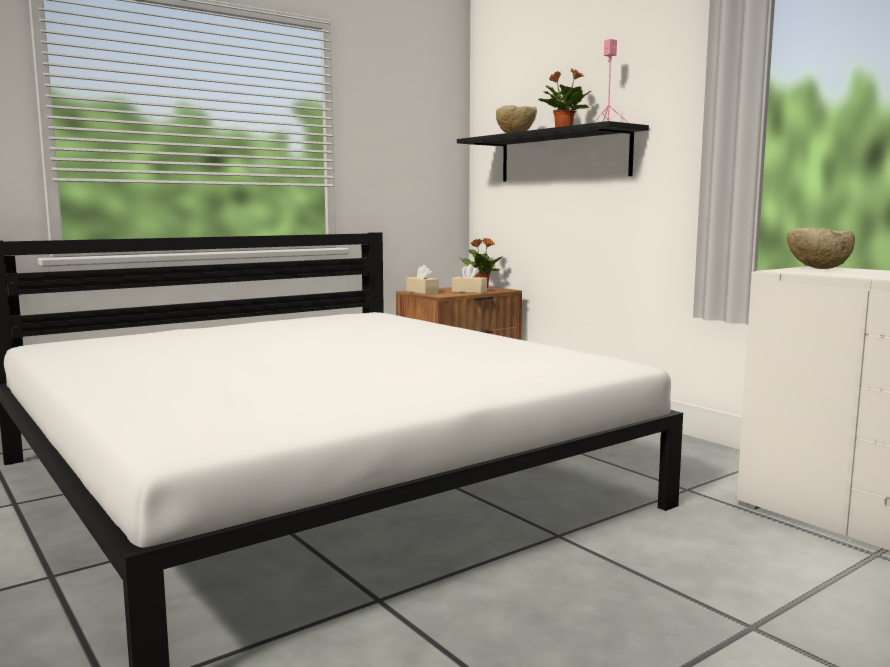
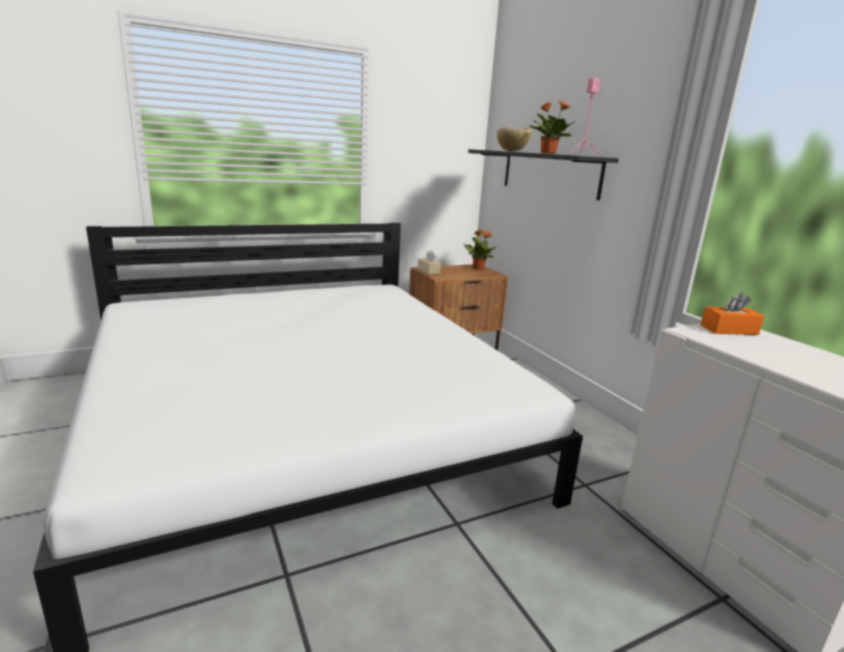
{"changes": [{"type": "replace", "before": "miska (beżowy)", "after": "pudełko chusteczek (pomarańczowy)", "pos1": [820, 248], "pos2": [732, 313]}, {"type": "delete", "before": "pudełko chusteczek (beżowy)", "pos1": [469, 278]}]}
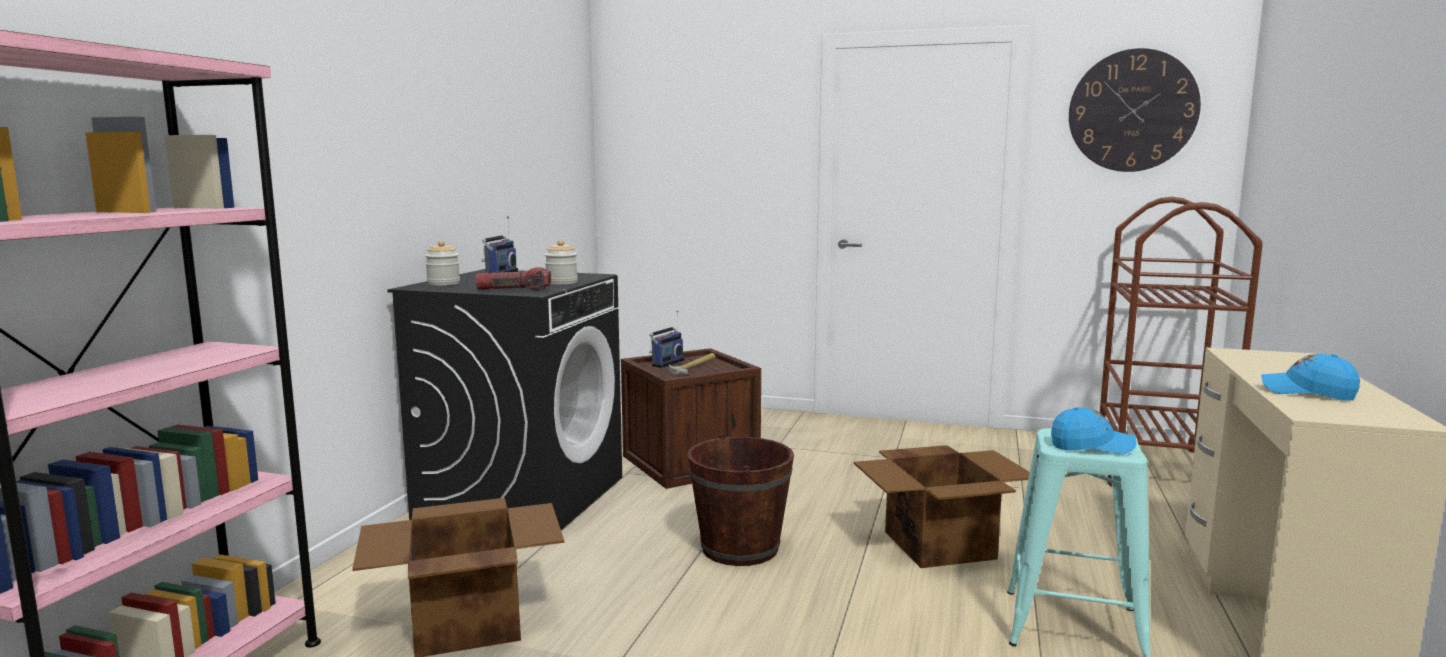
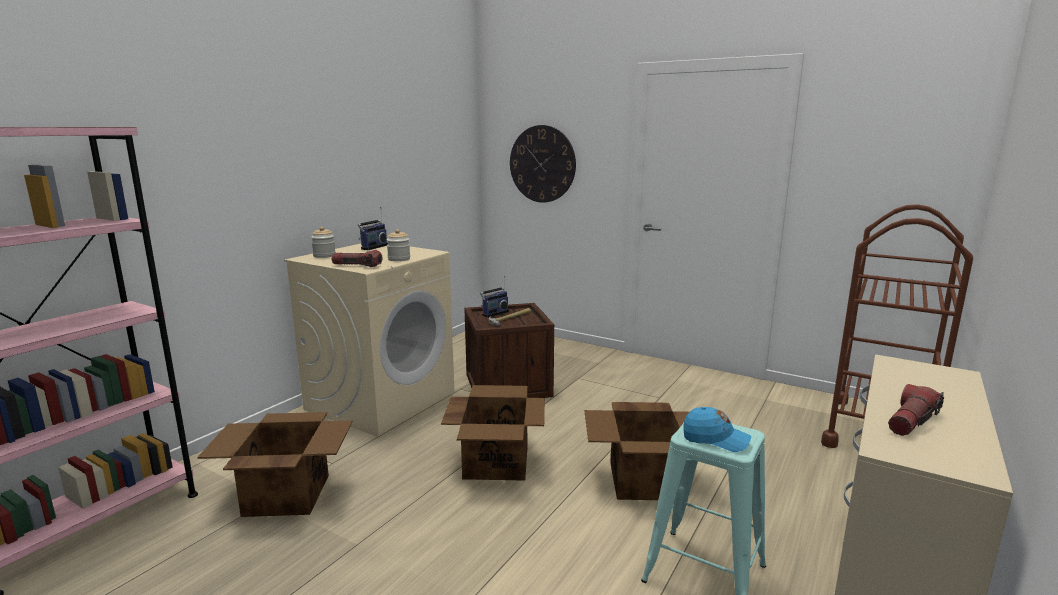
{"changes": [{"type": "move", "before": "zegar ścienny", "pos1": [1135, 110], "pos2": [543, 164]}, {"type": "recolor", "before": "pralka (czarny)", "after": "pralka (beżowy)", "pos1": [504, 399], "pos2": [369, 340]}, {"type": "replace", "before": "czapka z daszkiem (niebieski)", "after": "latarka", "pos1": [1310, 377], "pos2": [916, 410]}, {"type": "replace", "before": "wiadro (brązowy)", "after": "karton", "pos1": [741, 499], "pos2": [493, 433]}]}
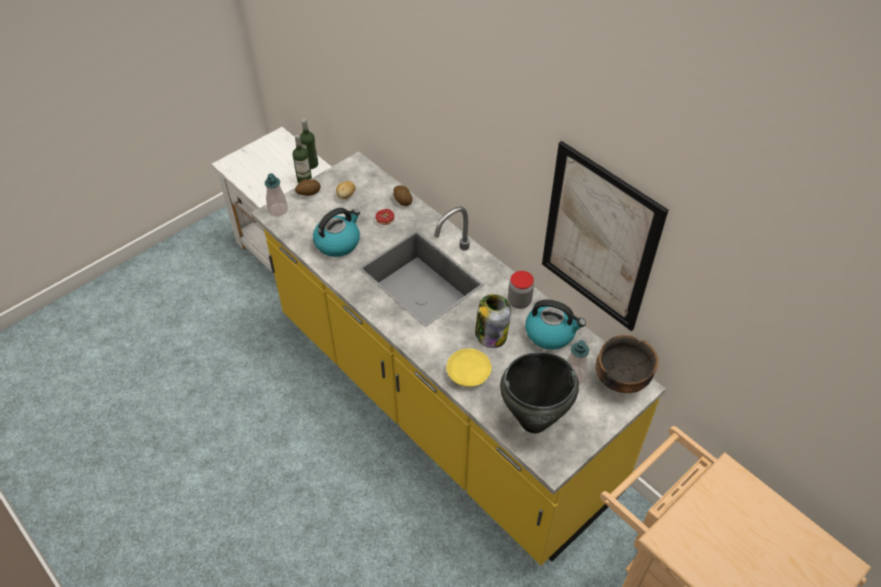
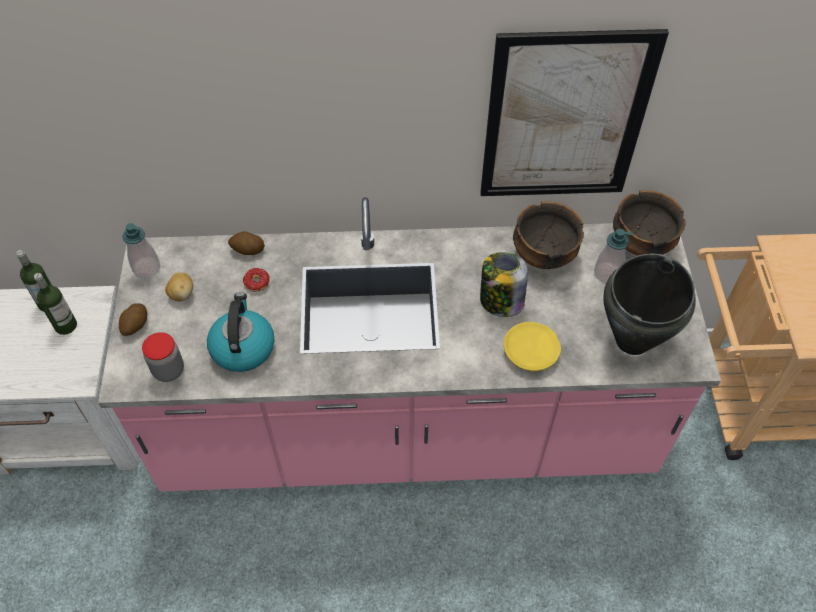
{"changes": [{"type": "recolor", "before": "zabudowa kuchenna (żółty)", "after": "zabudowa kuchenna (różowy)", "pos1": [458, 358], "pos2": [409, 344]}, {"type": "move", "before": "dozownik mydła", "pos1": [276, 195], "pos2": [141, 250]}, {"type": "move", "before": "słoik", "pos1": [521, 290], "pos2": [163, 357]}, {"type": "replace", "before": "czajnik", "after": "miska", "pos1": [555, 324], "pos2": [548, 235]}]}
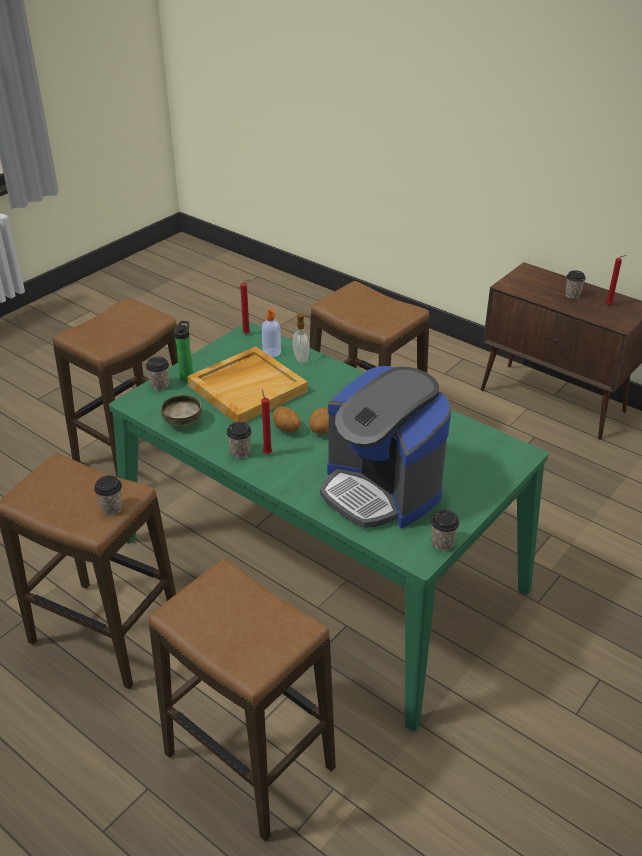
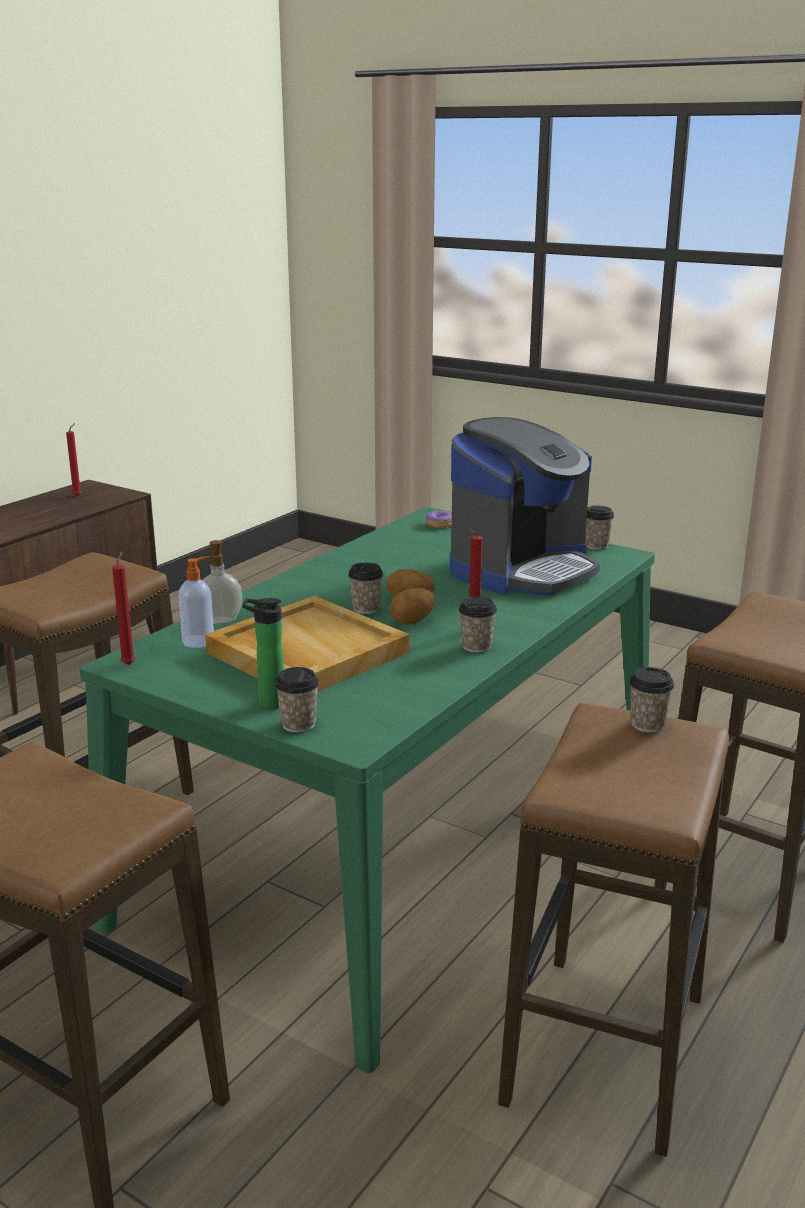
{"changes": [{"type": "move", "before": "filiżanka", "pos1": [575, 284], "pos2": [366, 588]}, {"type": "delete", "before": "miska", "pos1": [181, 410]}, {"type": "insert", "after": "donut", "pos2": [439, 519]}]}
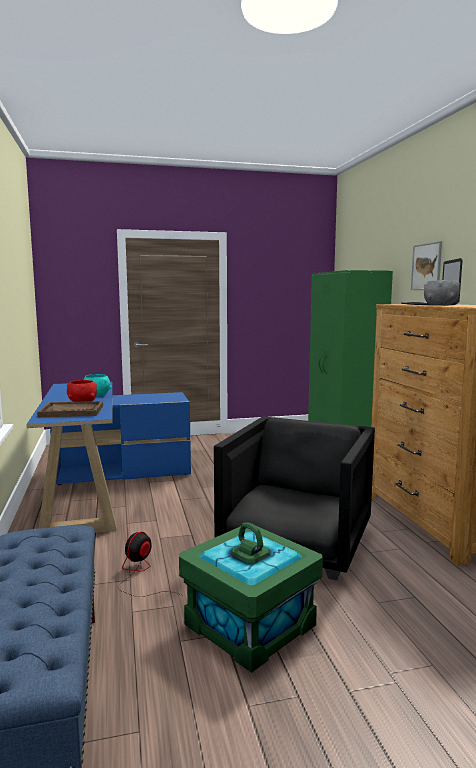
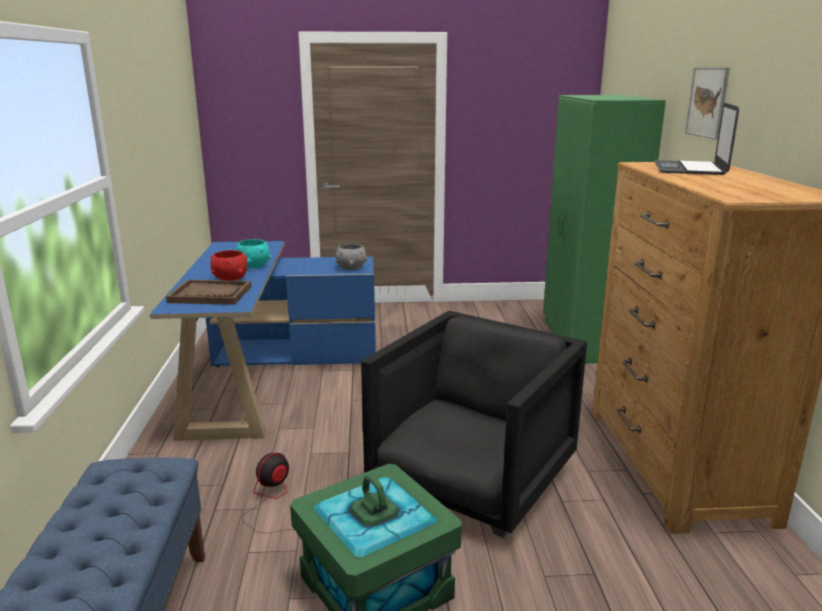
{"changes": [{"type": "move", "before": "miska (szary)", "pos1": [442, 293], "pos2": [351, 257]}]}
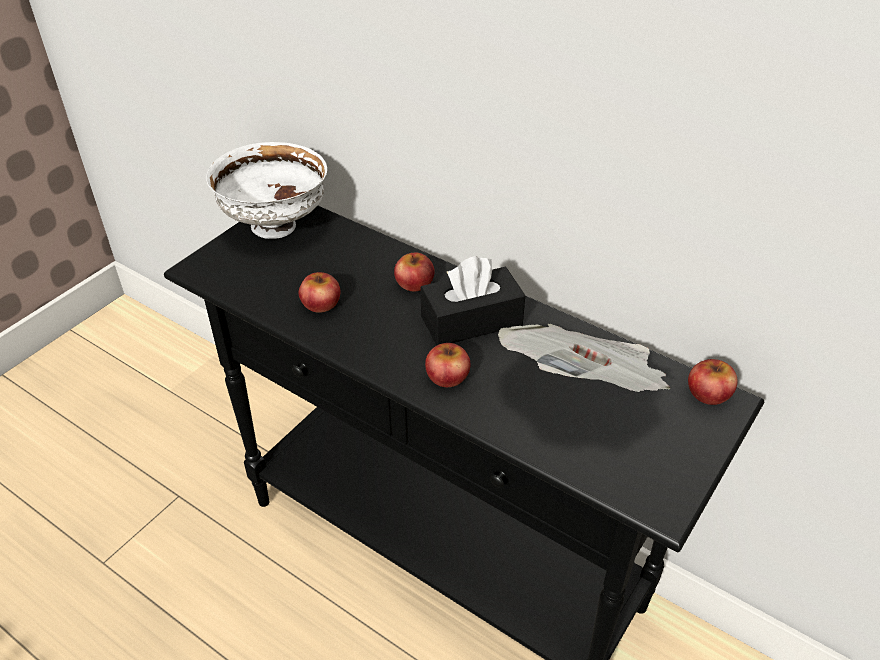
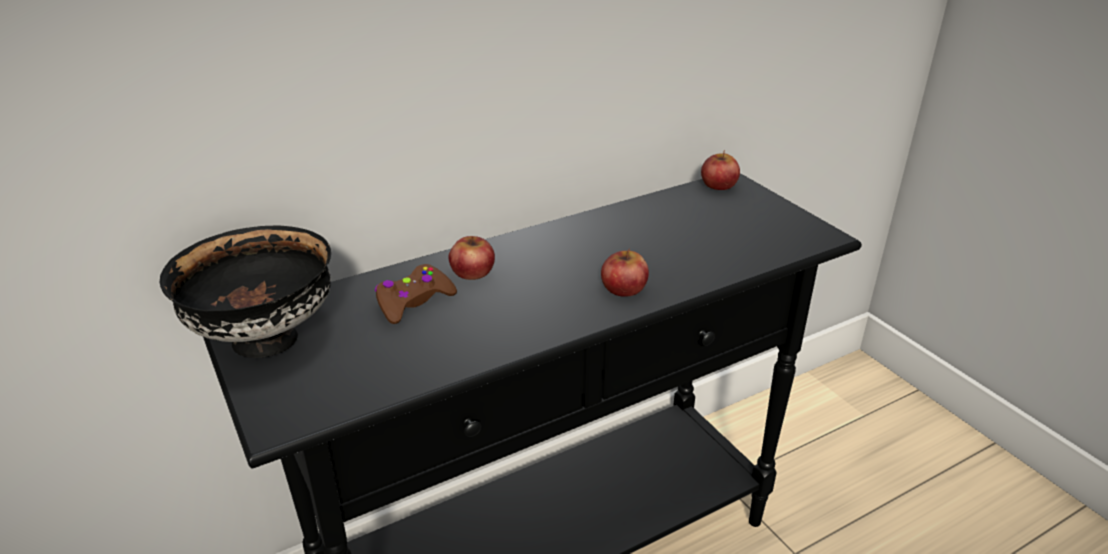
{"changes": [{"type": "recolor", "before": "miska (biały)", "after": "miska (czarny)", "pos1": [266, 190], "pos2": [245, 292]}, {"type": "delete", "before": "pudełko chusteczek (czarny)", "pos1": [473, 301]}, {"type": "delete", "before": "jabłko", "pos1": [320, 292]}, {"type": "delete", "before": "gazeta", "pos1": [584, 358]}, {"type": "insert", "after": "pad do gier (brązowy)", "pos2": [416, 294]}]}
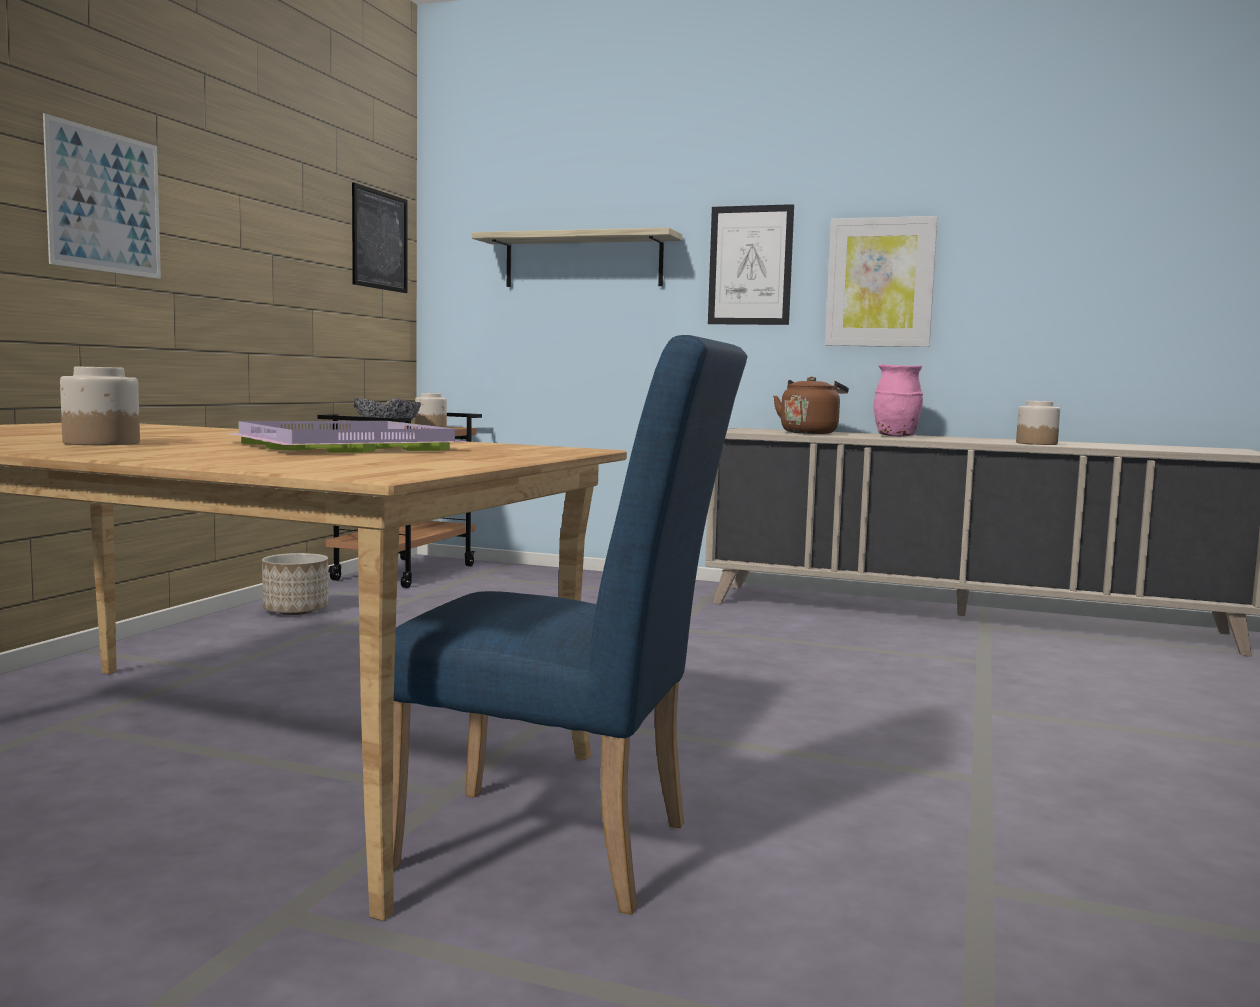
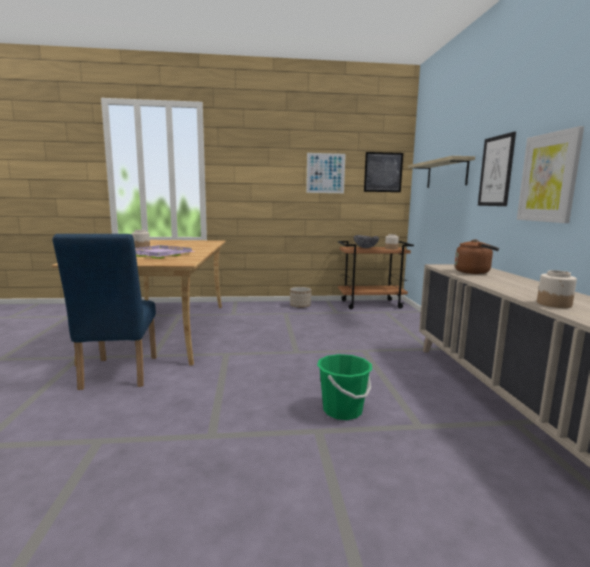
{"changes": [{"type": "move", "before": "obraz", "pos1": [102, 196], "pos2": [326, 173]}, {"type": "delete", "before": "wazon (różowy)", "pos1": [898, 400]}, {"type": "insert", "after": "wiadro (zielony)", "pos2": [344, 387]}]}
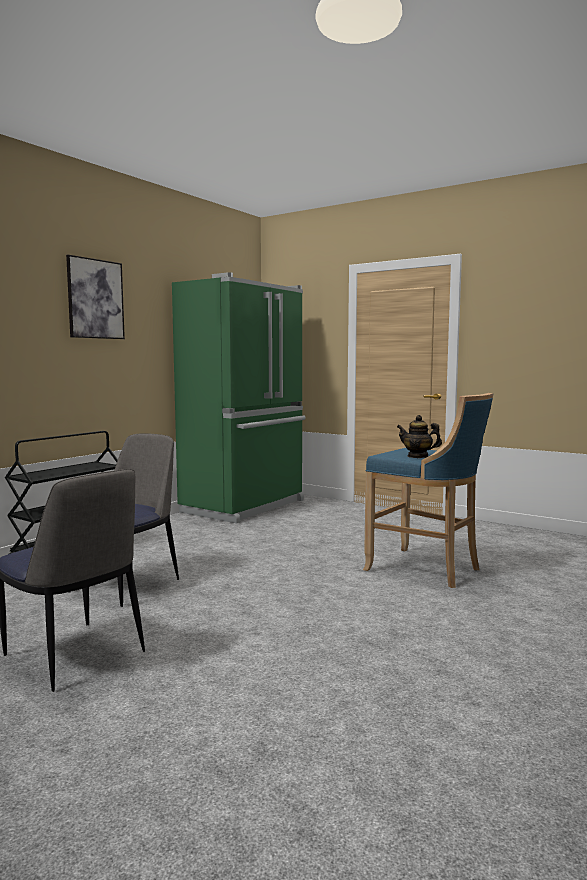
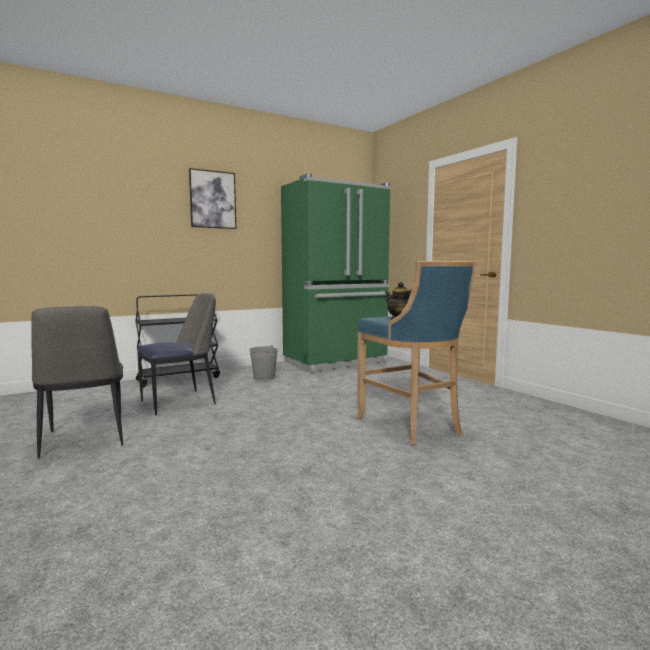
{"changes": [{"type": "insert", "after": "wiadro (szary)", "pos2": [263, 362]}]}
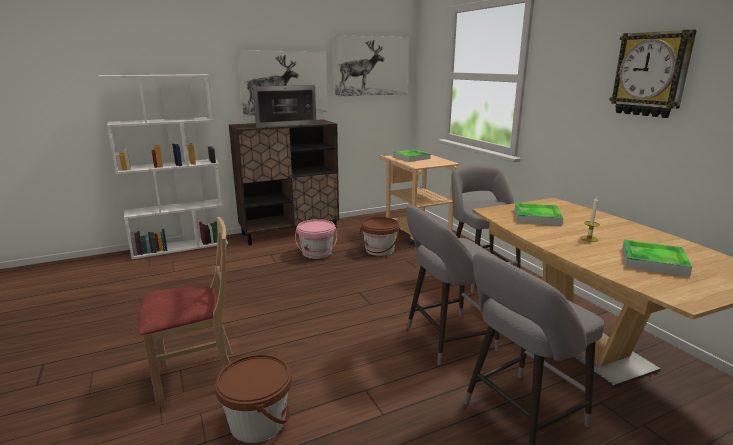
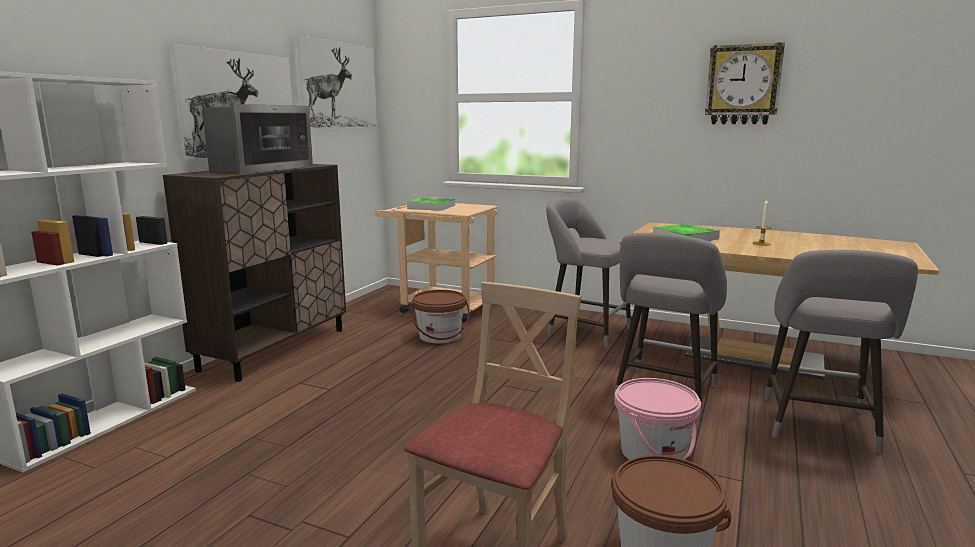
{"changes": [{"type": "move", "before": "wiadro (różowy)", "pos1": [316, 239], "pos2": [657, 419]}, {"type": "delete", "before": "taca", "pos1": [657, 258]}]}
